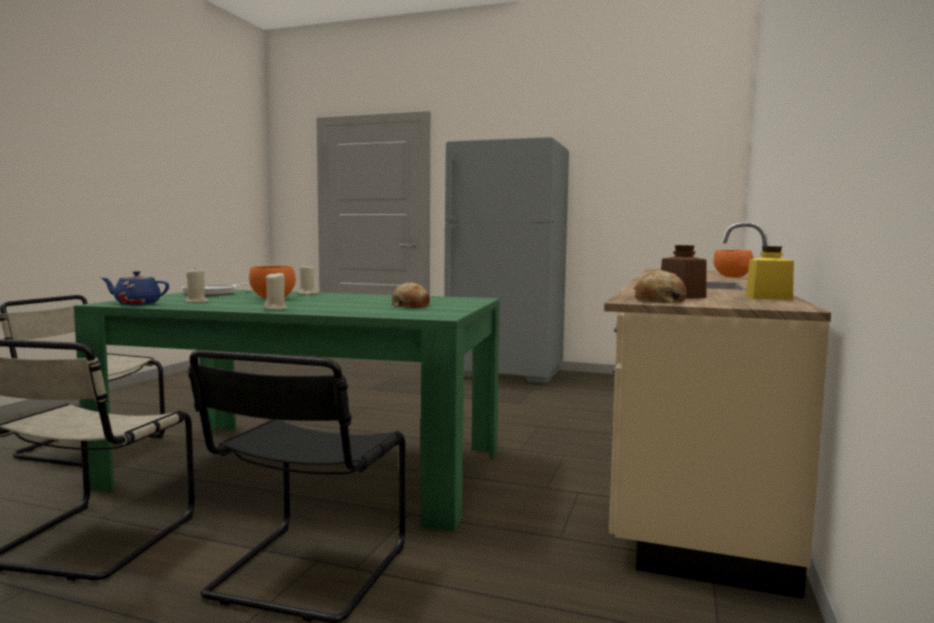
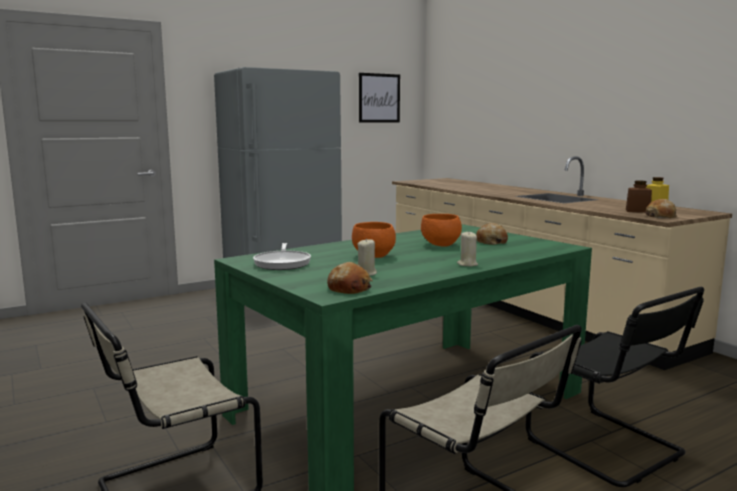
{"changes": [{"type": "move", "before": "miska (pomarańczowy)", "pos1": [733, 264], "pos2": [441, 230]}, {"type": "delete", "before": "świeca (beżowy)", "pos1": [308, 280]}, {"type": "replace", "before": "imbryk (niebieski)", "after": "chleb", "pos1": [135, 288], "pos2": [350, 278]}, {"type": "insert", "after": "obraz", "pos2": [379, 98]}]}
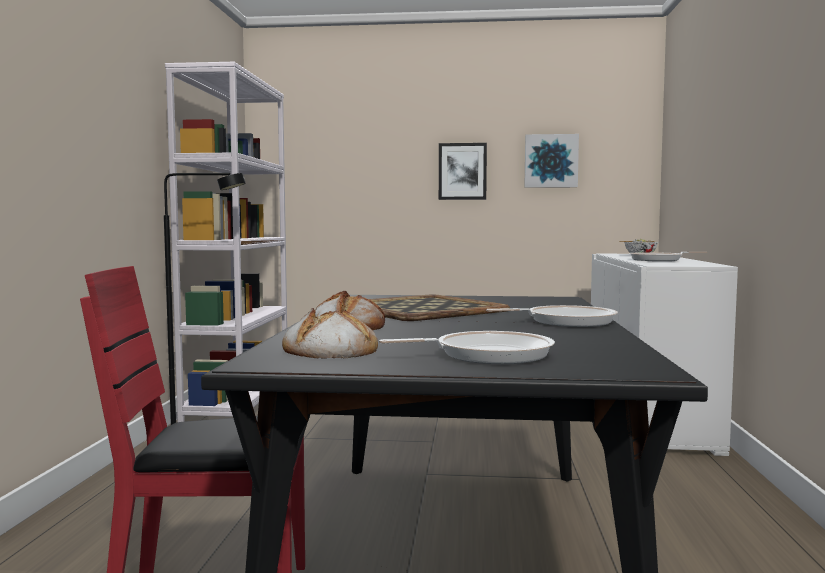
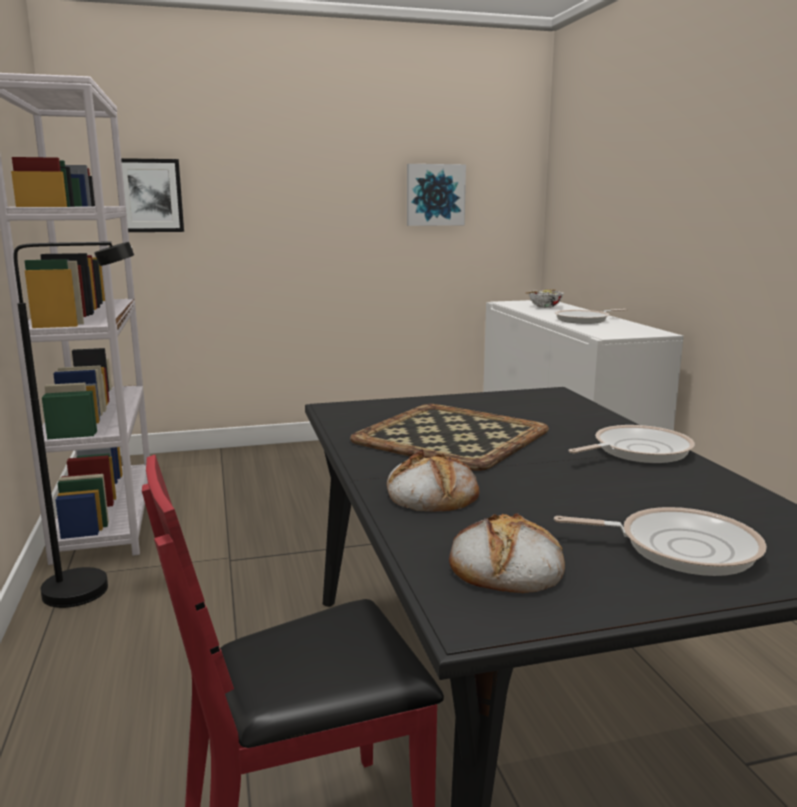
{"changes": [{"type": "move", "before": "obraz", "pos1": [463, 171], "pos2": [151, 195]}, {"type": "rotate", "before": "patelnia", "pos1": [467, 347], "pos2": [660, 541], "turn": 45}]}
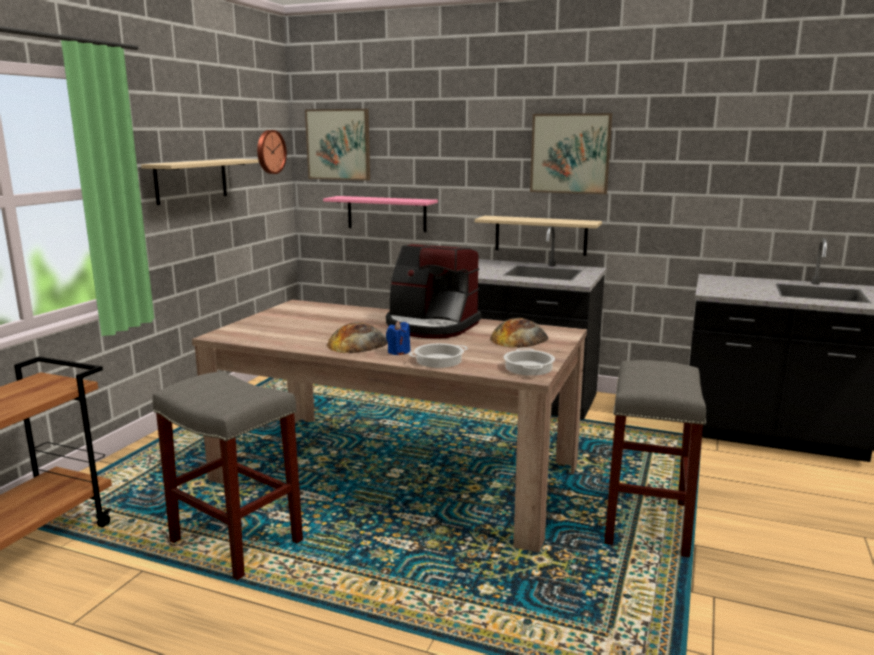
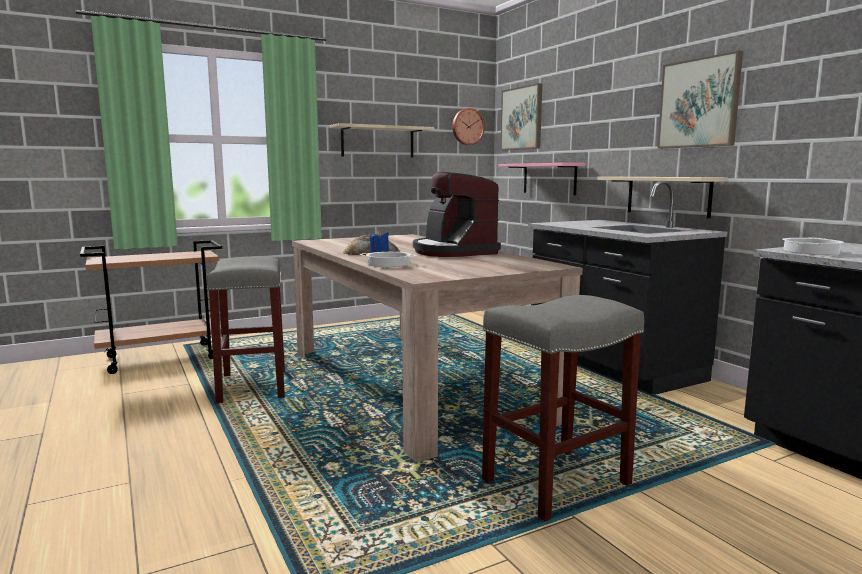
{"changes": [{"type": "delete", "before": "chleb", "pos1": [519, 333]}, {"type": "move", "before": "garnek", "pos1": [529, 362], "pos2": [813, 246]}]}
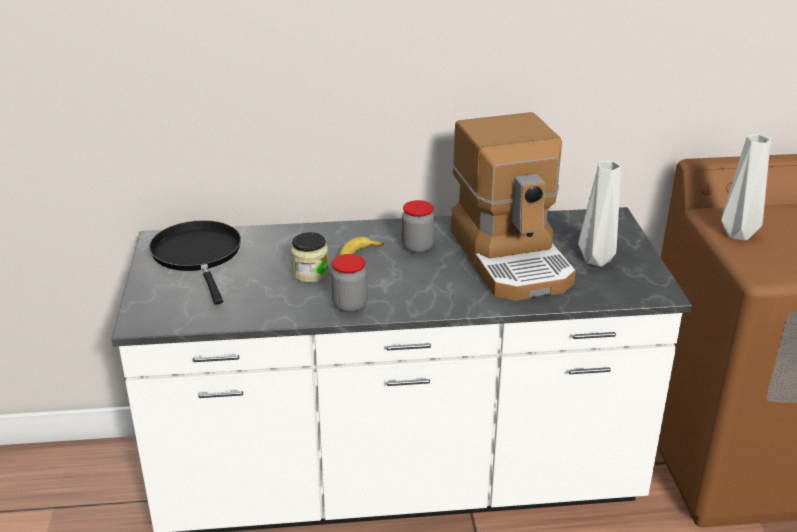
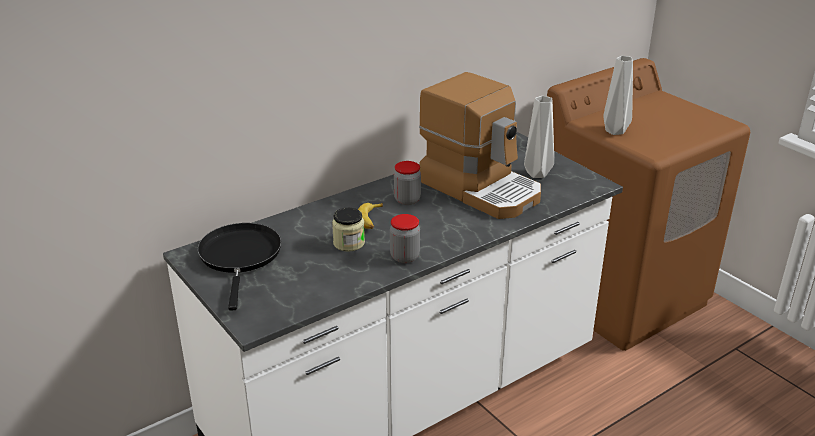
{"changes": [{"type": "rotate", "before": "patelnia (czarny)", "pos1": [195, 262], "pos2": [239, 267], "turn": 45}]}
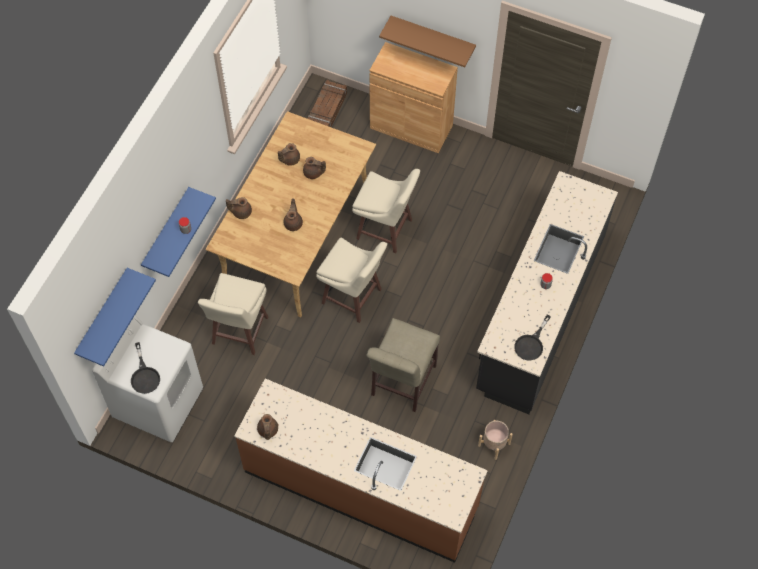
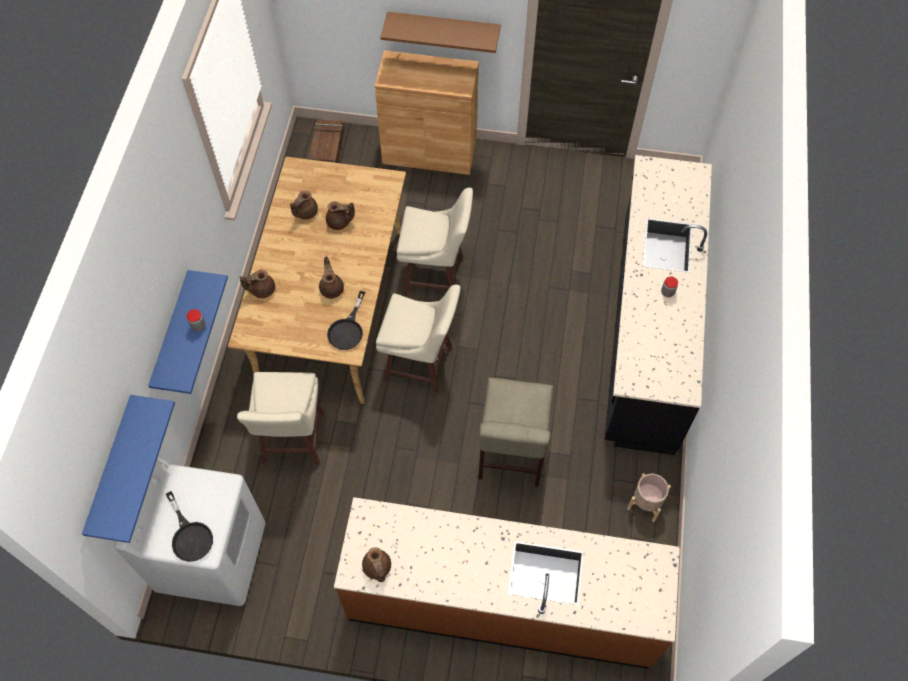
{"changes": [{"type": "move", "before": "patelnia (czarny)", "pos1": [532, 338], "pos2": [346, 320]}]}
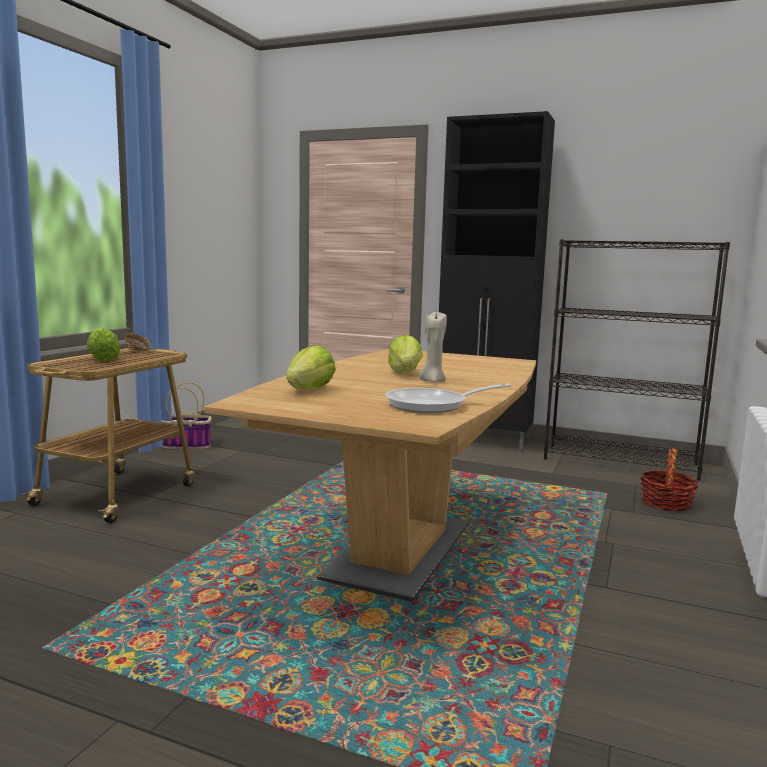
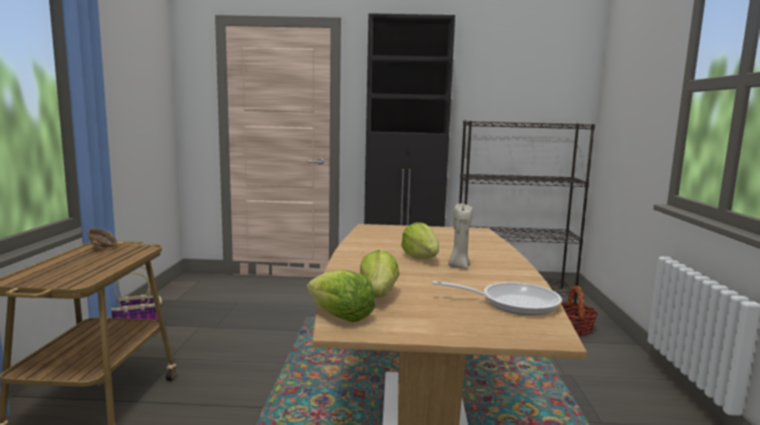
{"changes": [{"type": "move", "before": "sałata", "pos1": [103, 344], "pos2": [341, 296]}, {"type": "rotate", "before": "patelnia", "pos1": [448, 398], "pos2": [497, 298], "turn": -135}]}
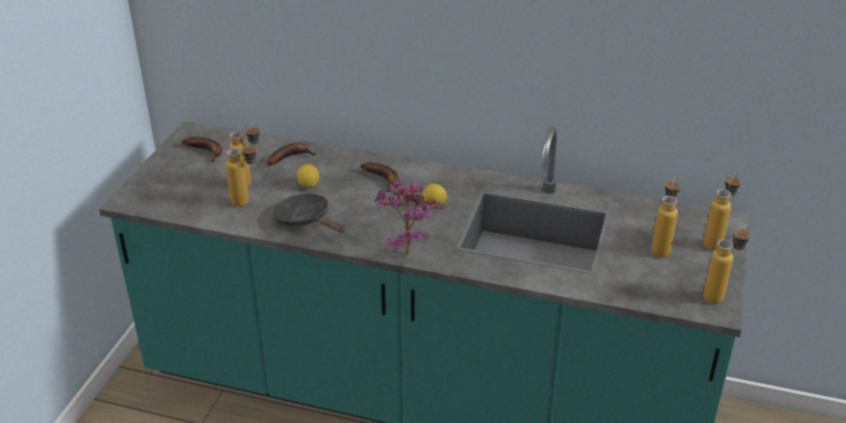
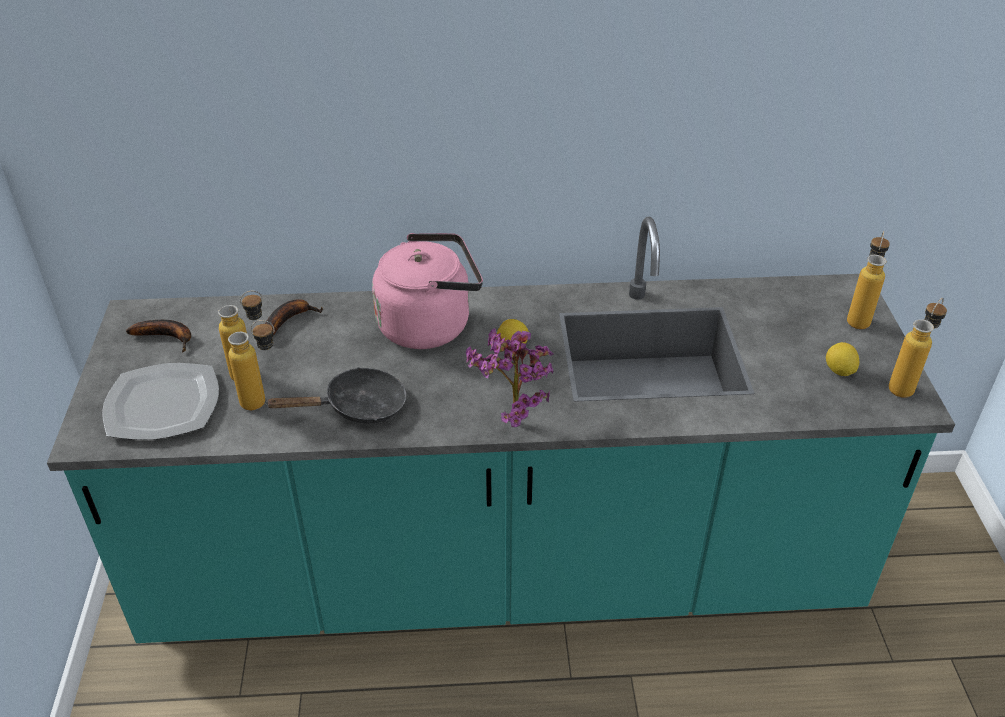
{"changes": [{"type": "replace", "before": "banan", "after": "czajnik (różowy)", "pos1": [380, 177], "pos2": [427, 291]}, {"type": "move", "before": "cytryna", "pos1": [308, 176], "pos2": [842, 359]}, {"type": "delete", "before": "butelka", "pos1": [665, 216]}, {"type": "rotate", "before": "patelnia (czarny)", "pos1": [308, 213], "pos2": [335, 395], "turn": 135}, {"type": "insert", "after": "talerz", "pos2": [160, 401]}]}
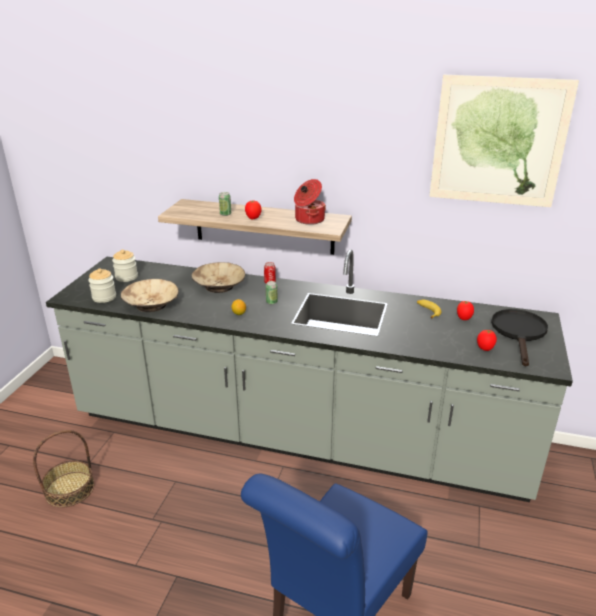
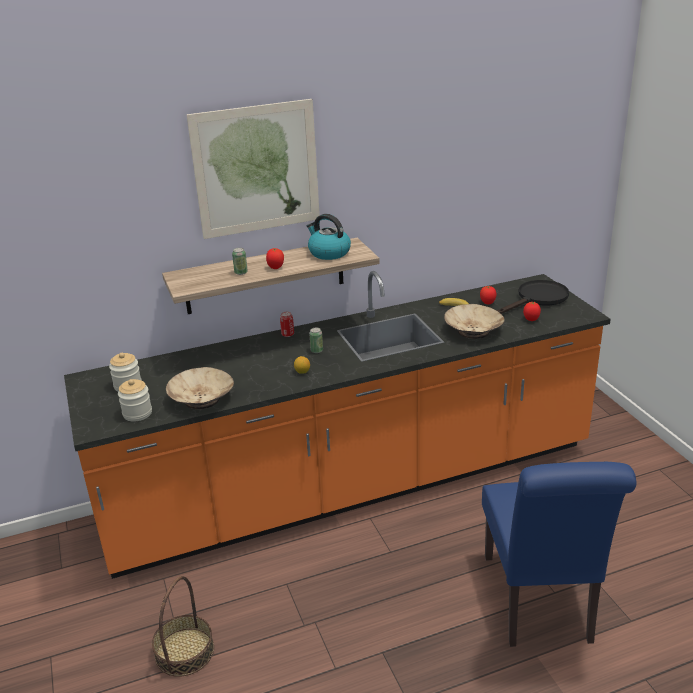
{"changes": [{"type": "move", "before": "obraz", "pos1": [504, 141], "pos2": [253, 169]}, {"type": "replace", "before": "garnek", "after": "czajnik", "pos1": [310, 202], "pos2": [329, 237]}, {"type": "recolor", "before": "zabudowa kuchenna (szary)", "after": "zabudowa kuchenna (pomarańczowy)", "pos1": [309, 375], "pos2": [337, 425]}, {"type": "move", "before": "miska (beżowy)", "pos1": [218, 277], "pos2": [474, 321]}, {"type": "rotate", "before": "patelnia (czarny)", "pos1": [519, 338], "pos2": [533, 297], "turn": 75}]}
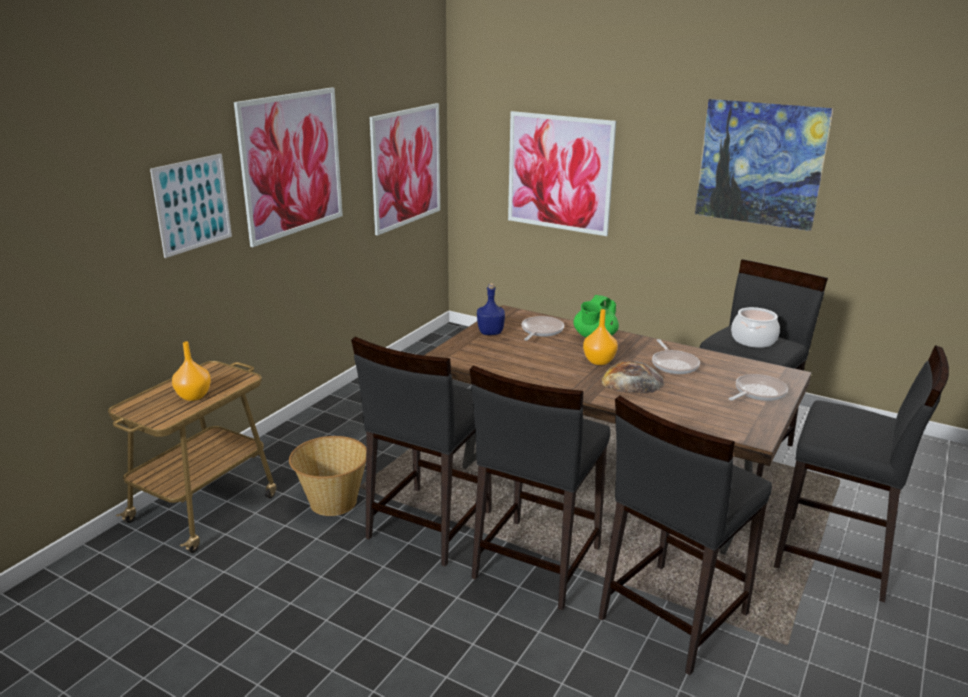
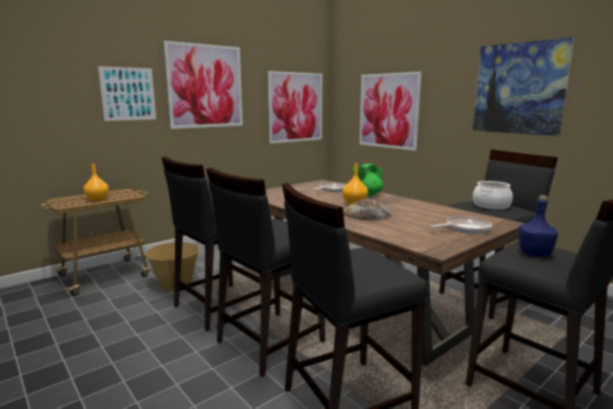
{"changes": [{"type": "move", "before": "butelka (niebieski)", "pos1": [491, 309], "pos2": [538, 226]}, {"type": "delete", "before": "patelnia", "pos1": [676, 356]}]}
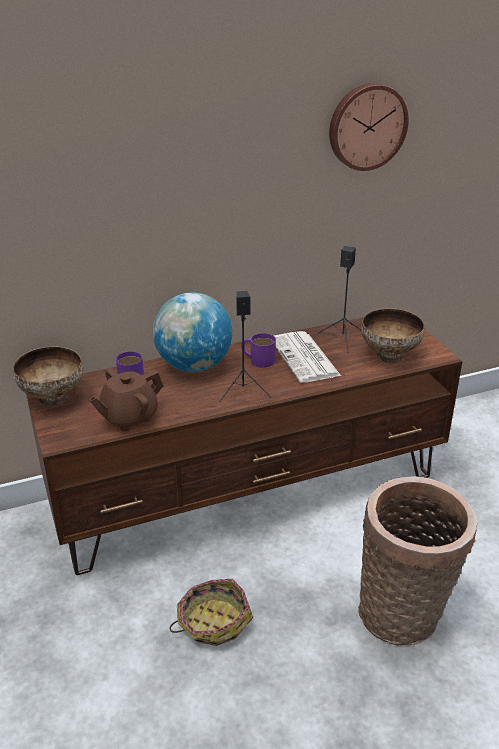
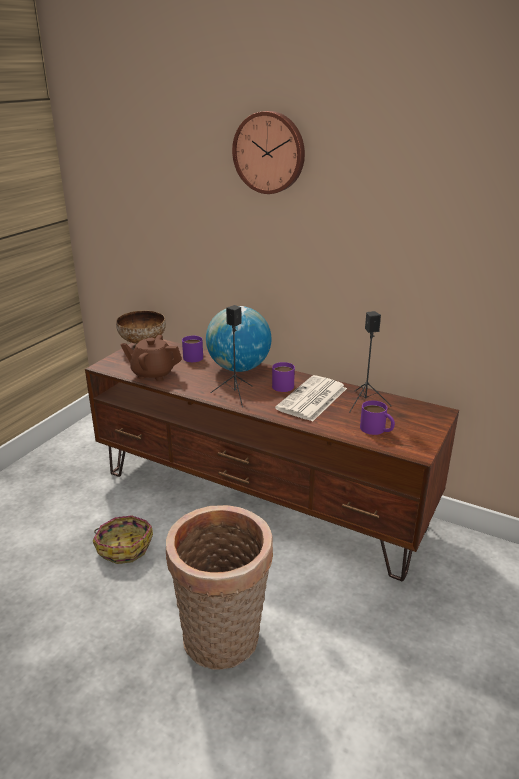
{"changes": [{"type": "move", "before": "zegar ścienny", "pos1": [369, 127], "pos2": [268, 152]}, {"type": "replace", "before": "miska", "after": "kubek (fioletowy)", "pos1": [393, 335], "pos2": [377, 418]}]}
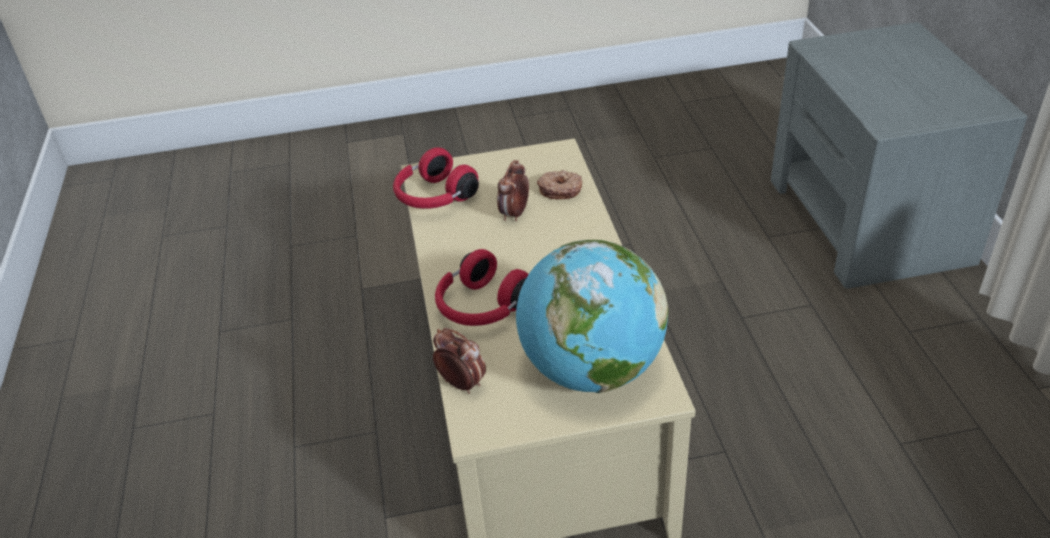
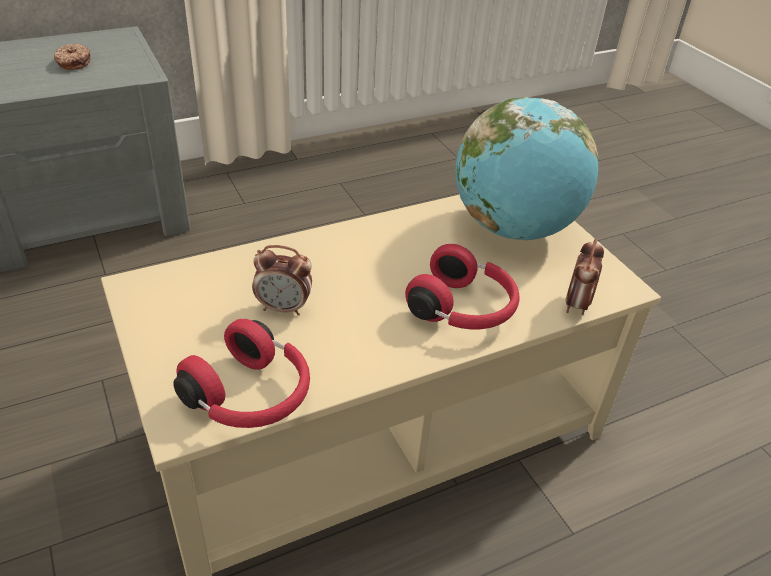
{"changes": [{"type": "move", "before": "donut", "pos1": [559, 184], "pos2": [72, 57]}]}
